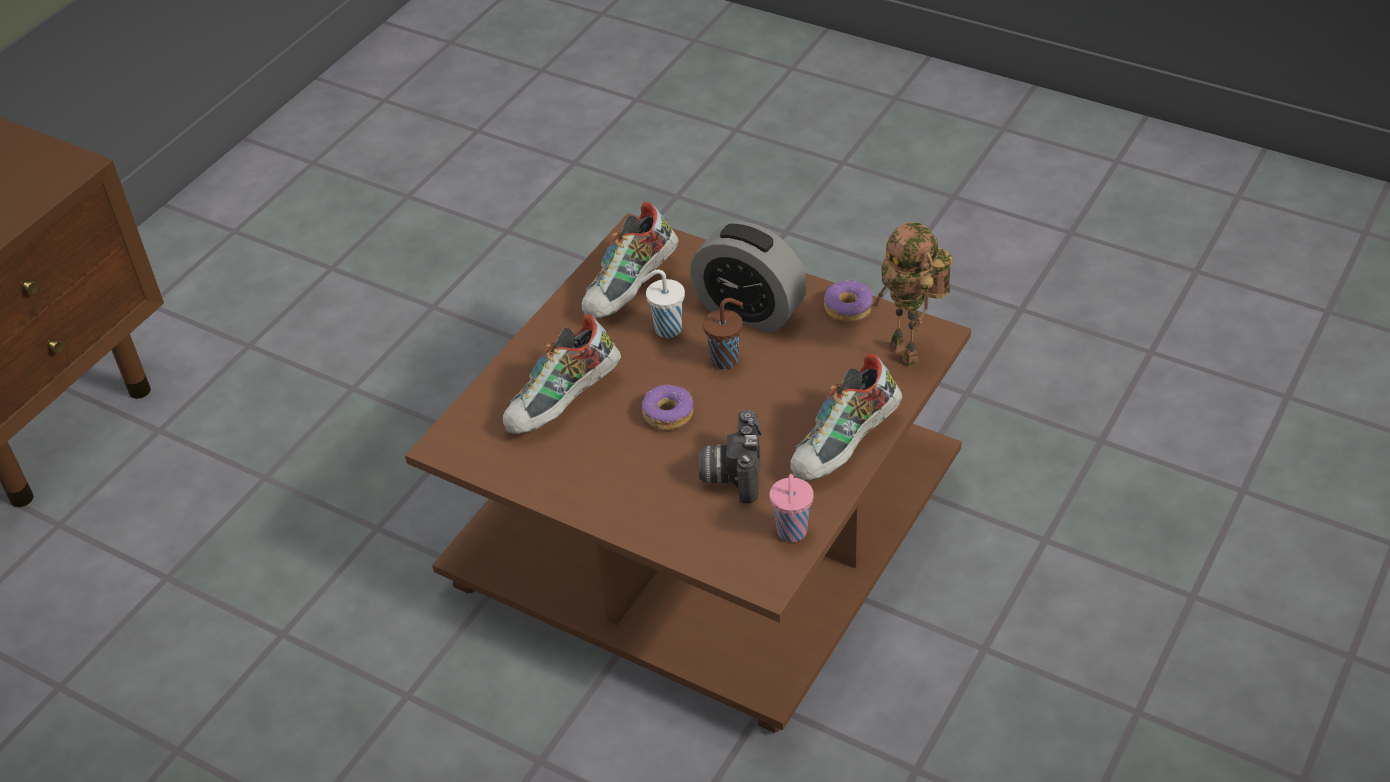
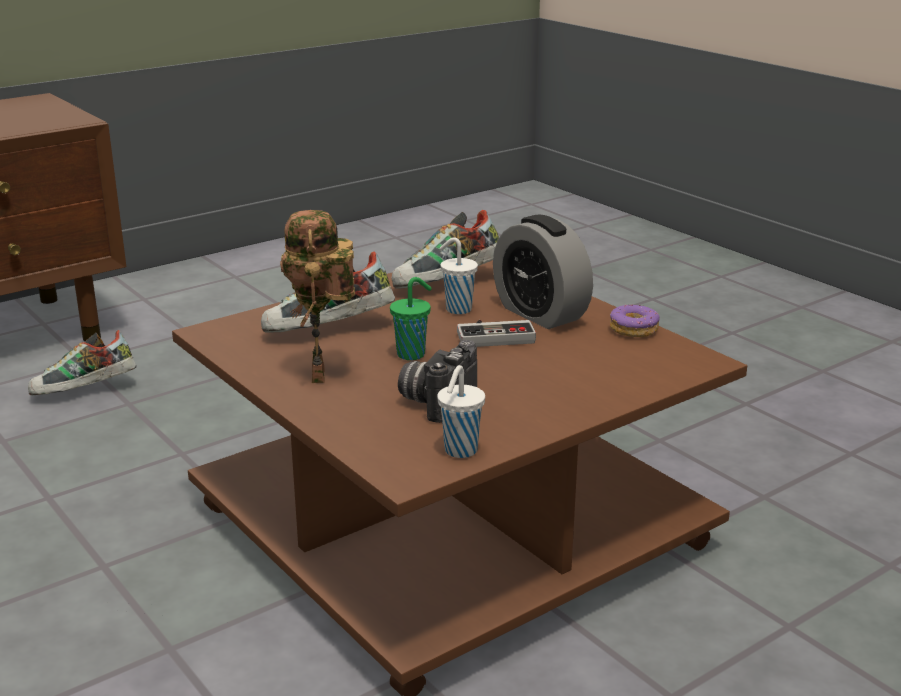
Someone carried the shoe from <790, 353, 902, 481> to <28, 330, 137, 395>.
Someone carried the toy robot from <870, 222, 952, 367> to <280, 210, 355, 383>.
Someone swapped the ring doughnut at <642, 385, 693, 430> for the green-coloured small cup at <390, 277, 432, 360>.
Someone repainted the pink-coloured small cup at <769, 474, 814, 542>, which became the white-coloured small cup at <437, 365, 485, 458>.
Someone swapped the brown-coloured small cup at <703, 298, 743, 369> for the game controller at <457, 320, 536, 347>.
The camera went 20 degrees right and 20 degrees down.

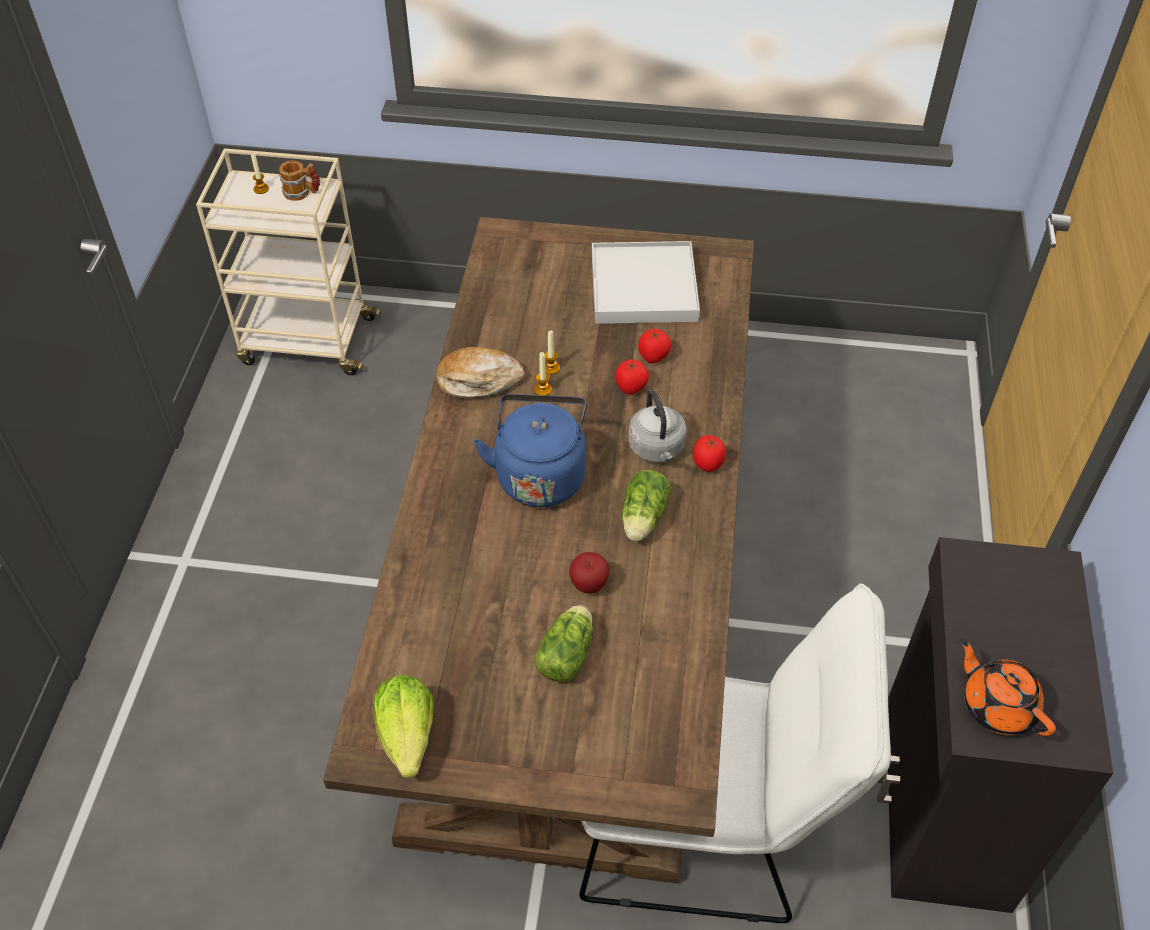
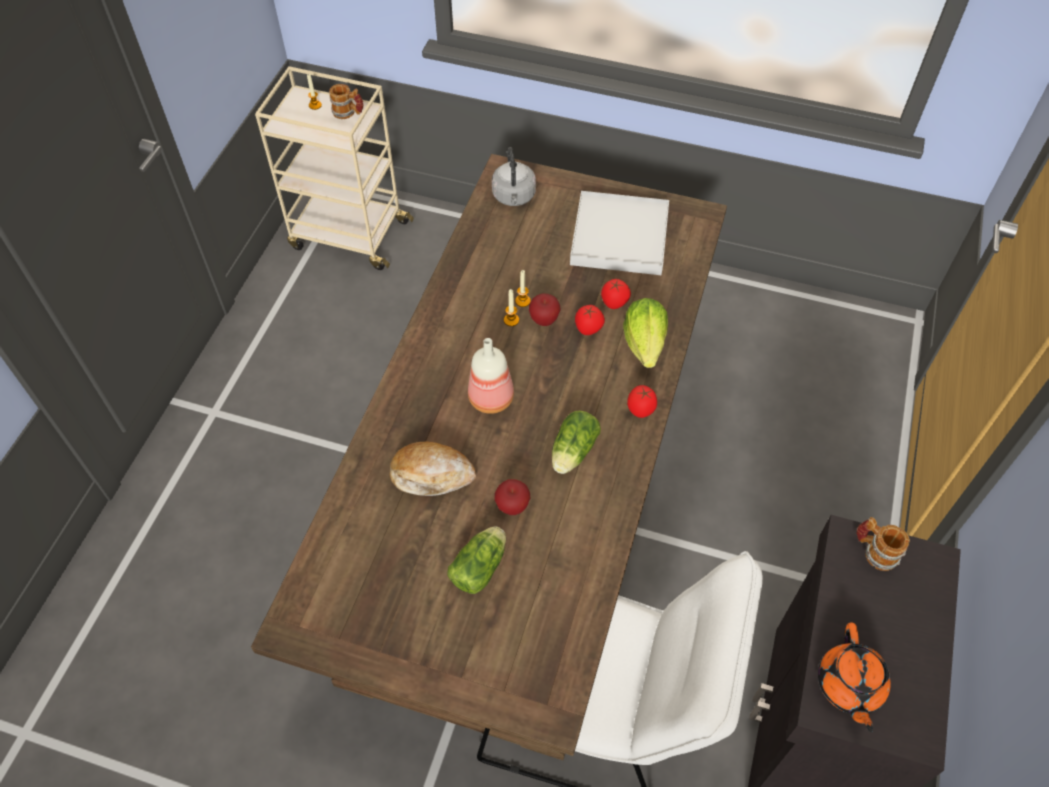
Someone carried the baked bread from <436, 347, 525, 398> to <389, 441, 476, 496>.
Someone swapped the blue kettle at <474, 394, 587, 507> for the bottle at <468, 338, 514, 414>.
Someone carried the gray kettle from <628, 390, 687, 463> to <492, 147, 536, 206>.
Someone put down the whole apple at <529, 293, 560, 326>.
Someone carried the lettuce from <373, 675, 434, 778> to <623, 298, 668, 368>.
Someone rotated the orange tea pot at <960, 638, 1056, 736> by 150 degrees counterclockwise.
Someone put down the coffee mug at <856, 517, 910, 571>.
The camera went 10 degrees right and 5 degrees up.

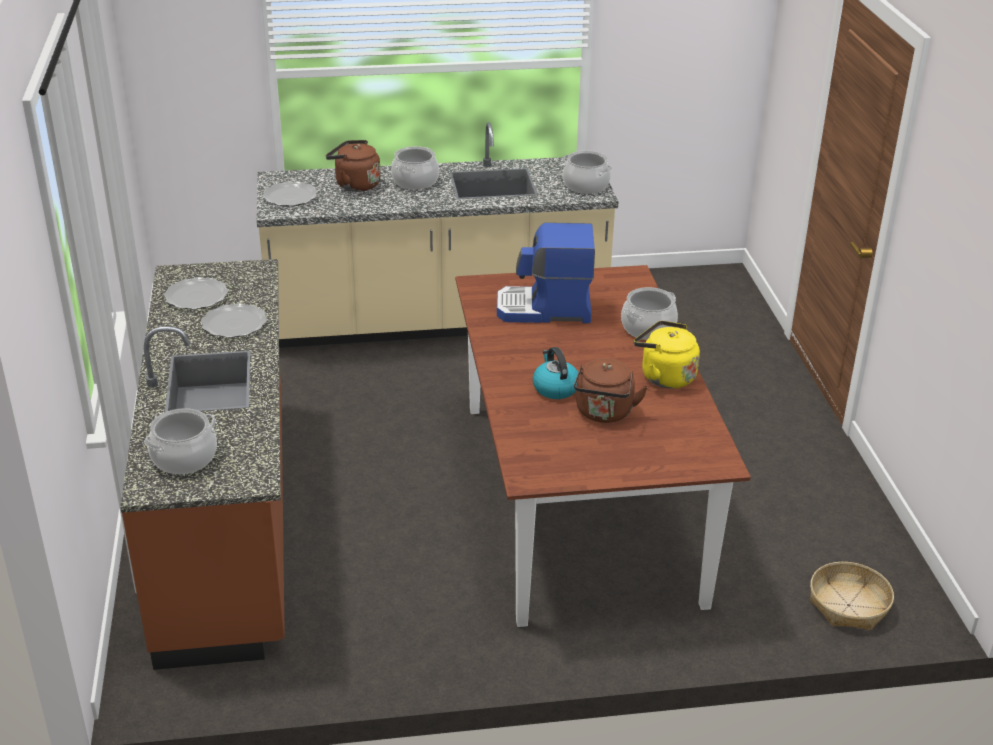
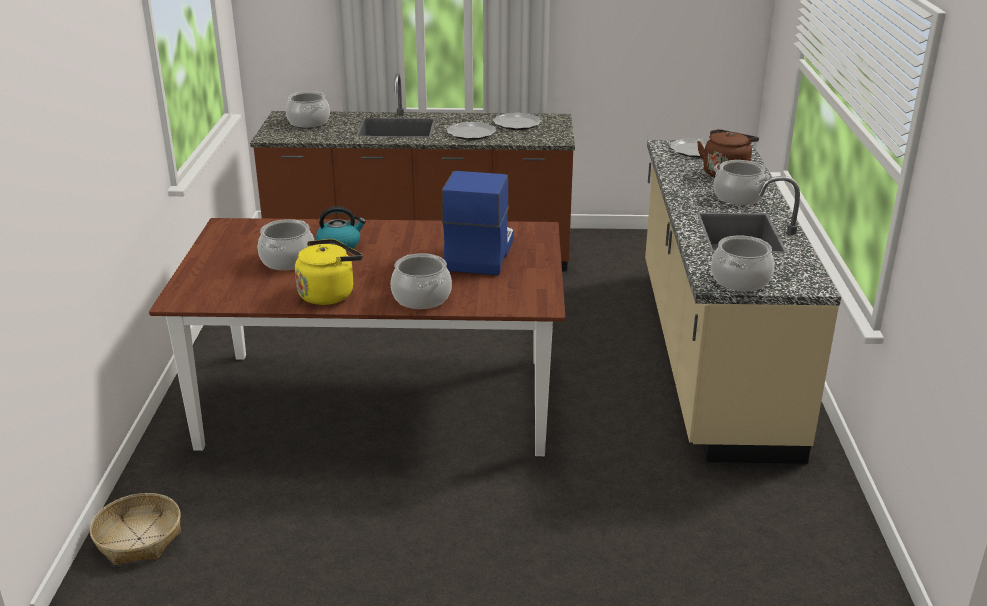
Someone swapped the brown-coloured kettle at <574, 358, 648, 423> for the stockpot at <258, 219, 314, 270>.
The camera went 100 degrees right and 5 degrees down.

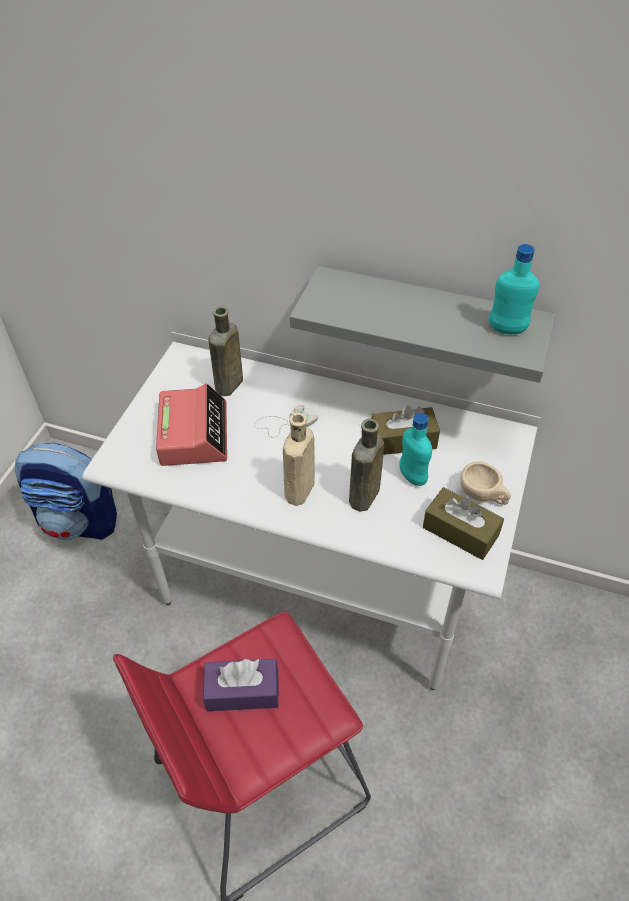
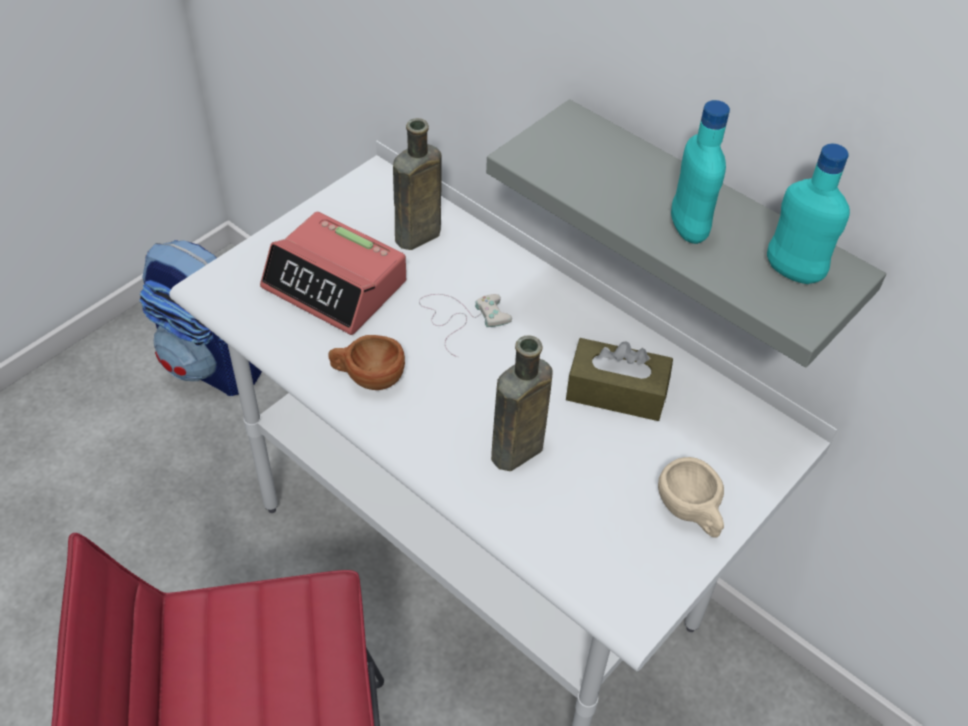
Someone rotated the bedside clock at <156, 384, 227, 466> by 105 degrees clockwise.
Someone put down the brown-coloured small cup at <328, 335, 405, 390>.
Someone carried the turquoise-coloured bottle from <400, 413, 432, 486> to <671, 100, 730, 244>.
Someone took away the purple-coloured tissue box at <203, 659, 279, 711>.
Someone took away the beige-coloured bottle at <283, 413, 315, 506>.
Someone took away the brown-coloured tissue box at <423, 487, 504, 560>.
The camera went 20 degrees right and 0 degrees up.

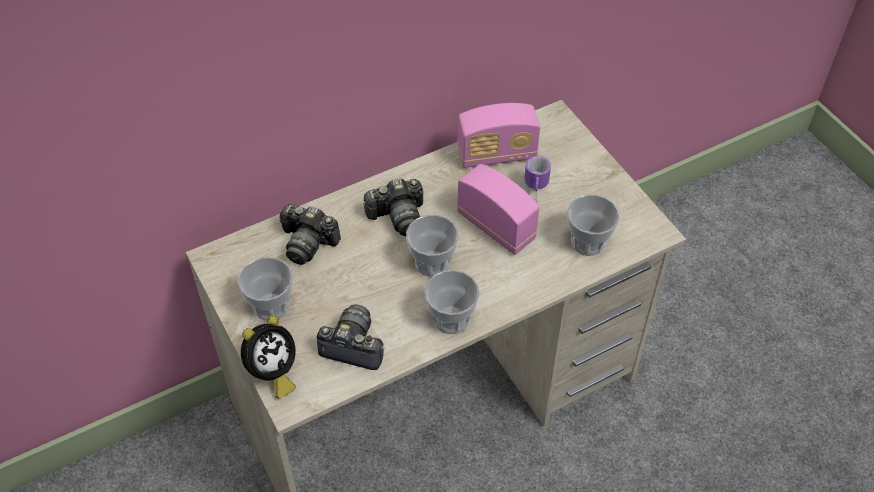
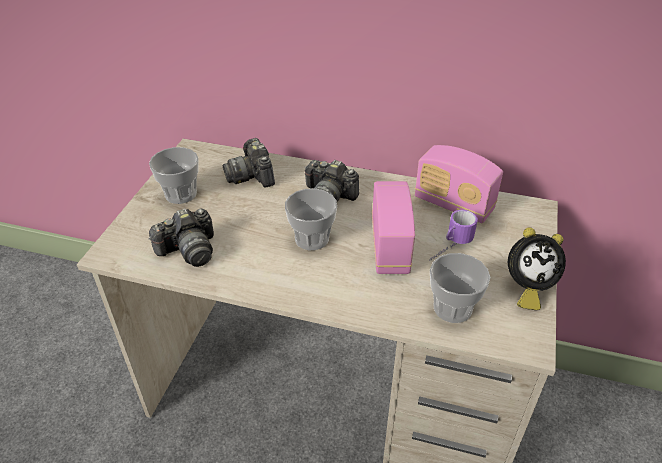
Someone rotated the photo camera at <317, 305, 384, 370> by 90 degrees clockwise.
Someone carried the bedside clock from <241, 316, 296, 398> to <508, 227, 566, 310>.
Someone took away the small cup at <424, 270, 480, 334>.
The camera went 45 degrees right and 10 degrees down.

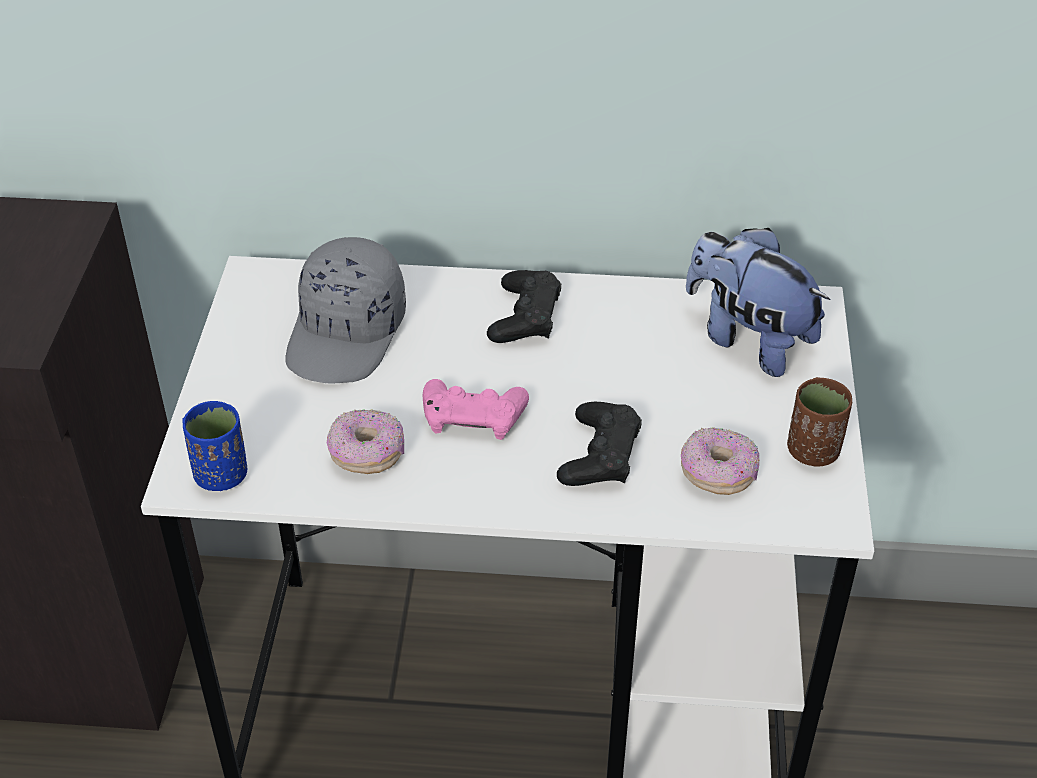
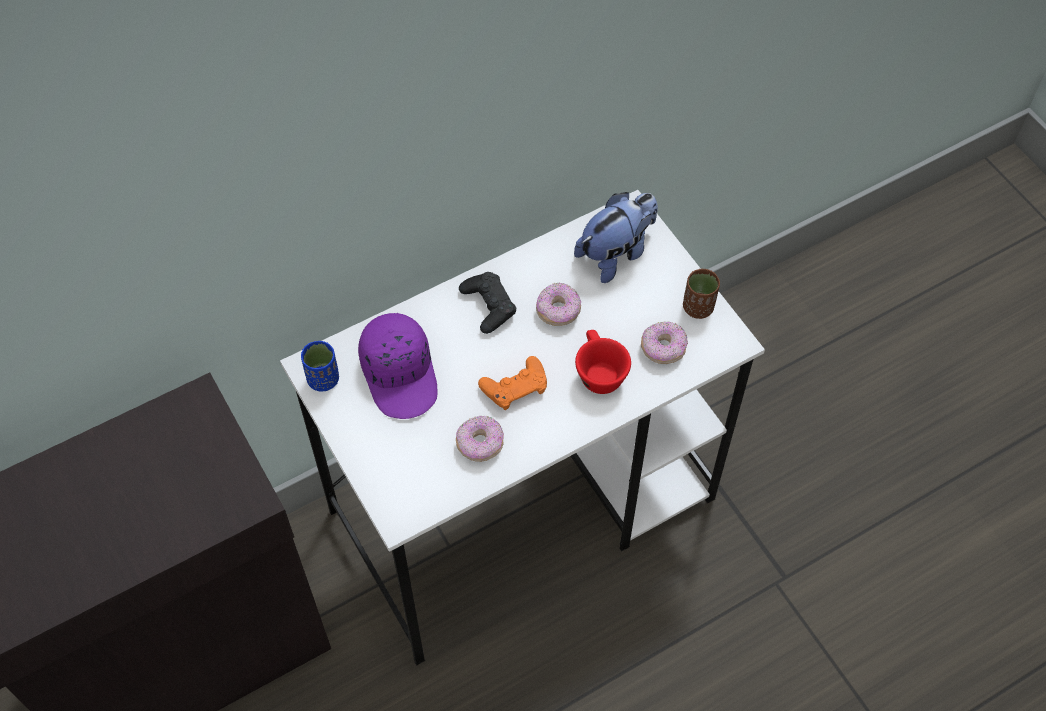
Someone carried the blue small cup from <182, 401, 247, 491> to <301, 341, 339, 392>.
Someone repainted the gray cap at <285, 237, 406, 383>, which became the purple-coloured cap at <358, 313, 438, 419>.
Someone repainted the pink-coloured game controller at <423, 379, 529, 440>, which became the orange game controller at <478, 356, 547, 410>.
Someone put down the ring doughnut at <536, 282, 581, 326>.
Someone rotated the plush toy at <686, 228, 830, 377> by 135 degrees clockwise.
Someone swapped the blackish game controller at <557, 402, 642, 486> for the reddish small cup at <575, 330, 631, 394>.
The camera went 35 degrees left and 15 degrees up.

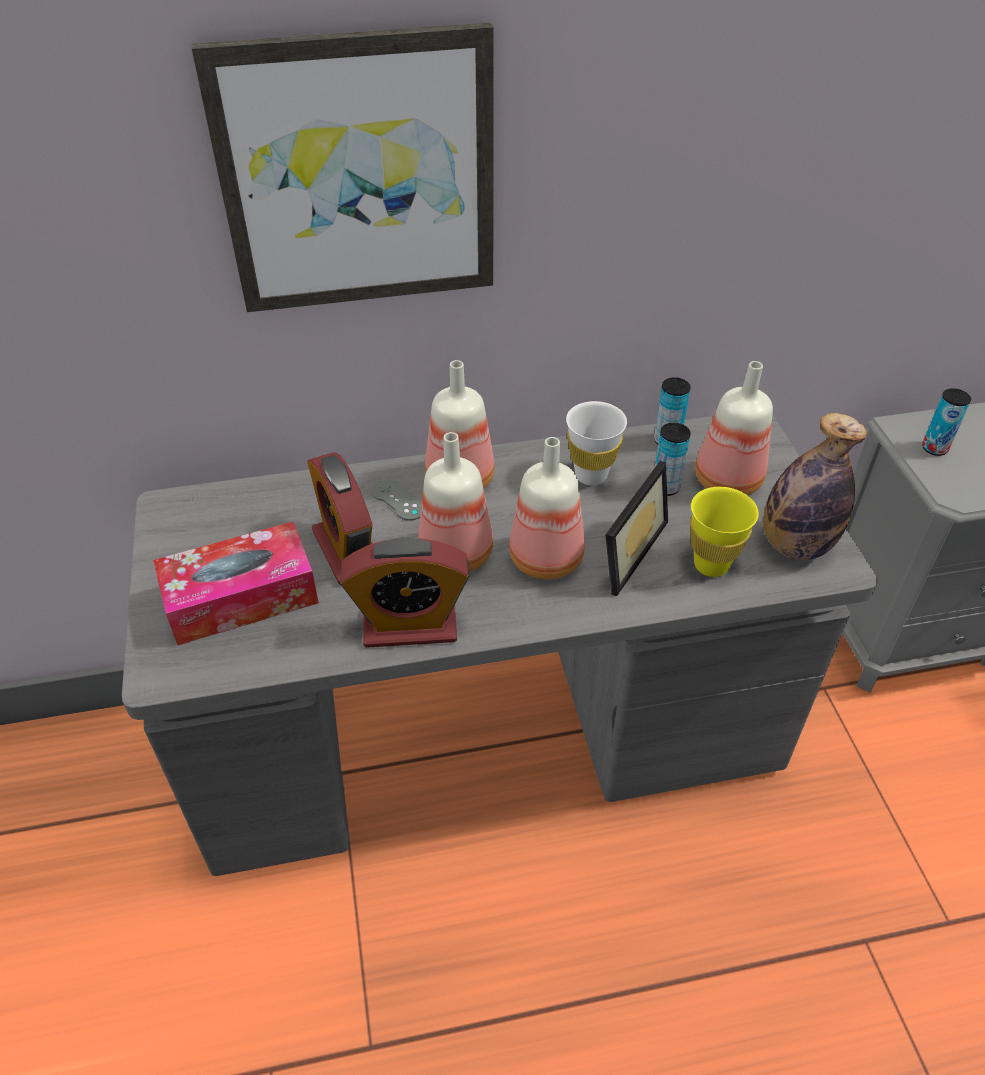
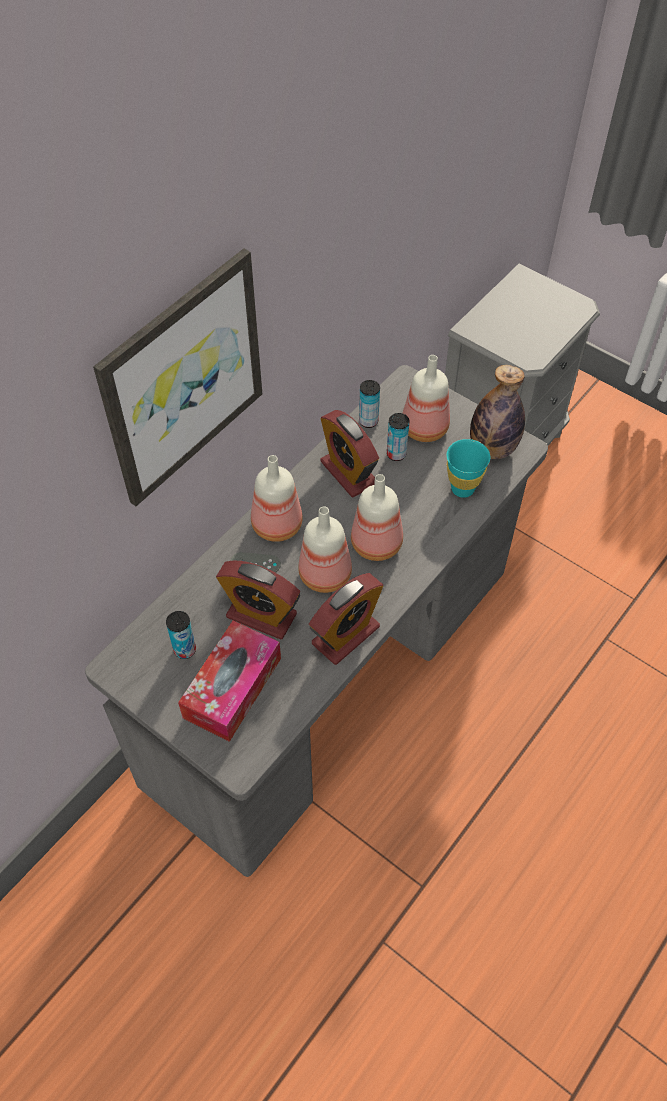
Someone carried the metal can from <922, 388, 971, 456> to <166, 611, 196, 659>.
Someone swapped the white-coloured small cup at <566, 401, 627, 485> for the bedside clock at <320, 410, 379, 497>.
Someone repainted the yellowish small cup at <690, 487, 759, 577>, which became the turquoise-coloured small cup at <446, 439, 490, 498>.
Someone took away the picture frame at <605, 461, 668, 596>.
The camera went 40 degrees left and 10 degrees up.

